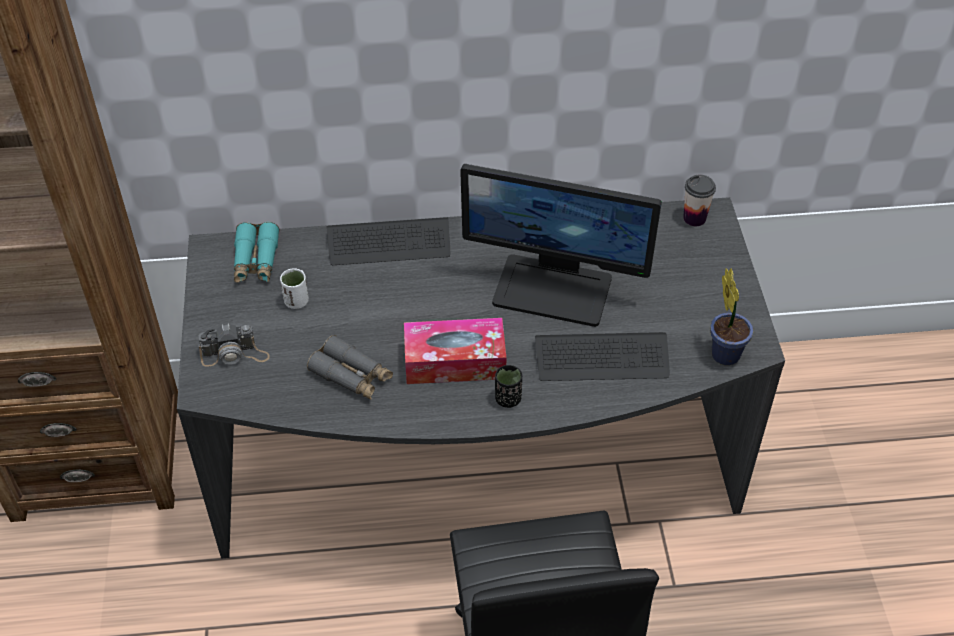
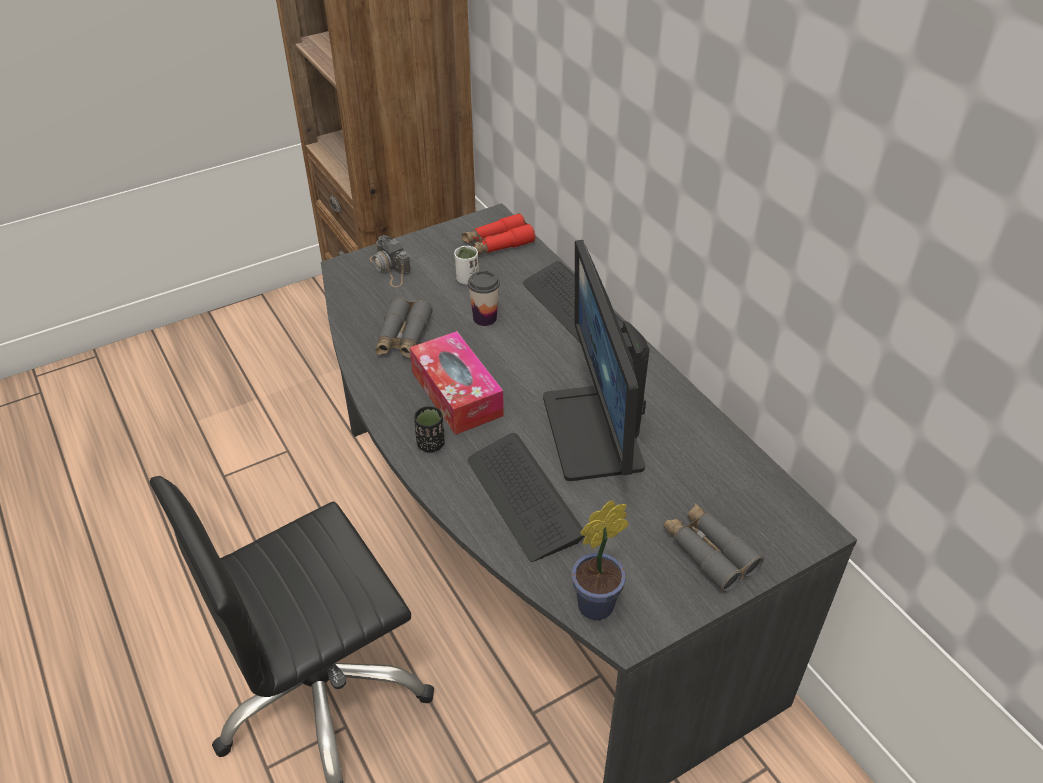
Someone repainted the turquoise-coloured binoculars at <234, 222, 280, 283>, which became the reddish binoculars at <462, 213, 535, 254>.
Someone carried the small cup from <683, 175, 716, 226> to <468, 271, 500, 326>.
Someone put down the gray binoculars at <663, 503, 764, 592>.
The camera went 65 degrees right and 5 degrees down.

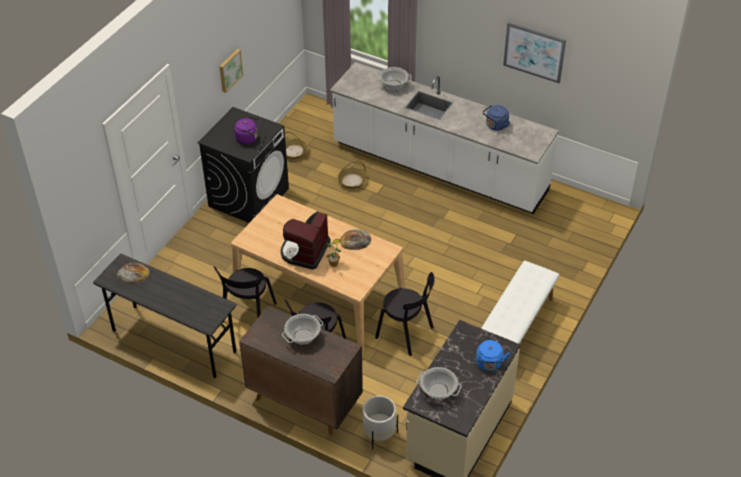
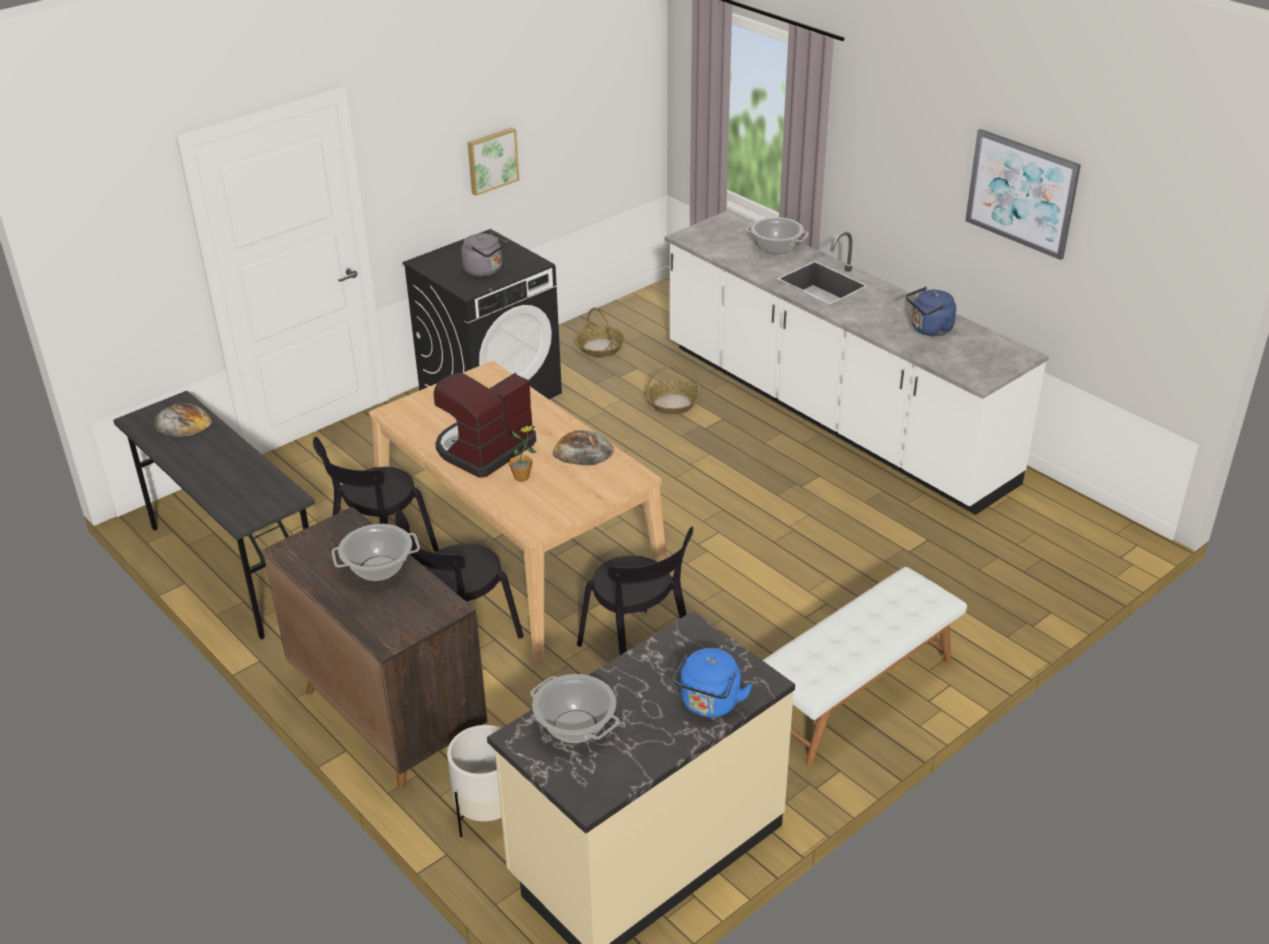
Someone repainted the purple-coloured kettle at <234, 117, 260, 144>, which became the gray kettle at <461, 231, 509, 277>.
The camera went 20 degrees right and 10 degrees down.

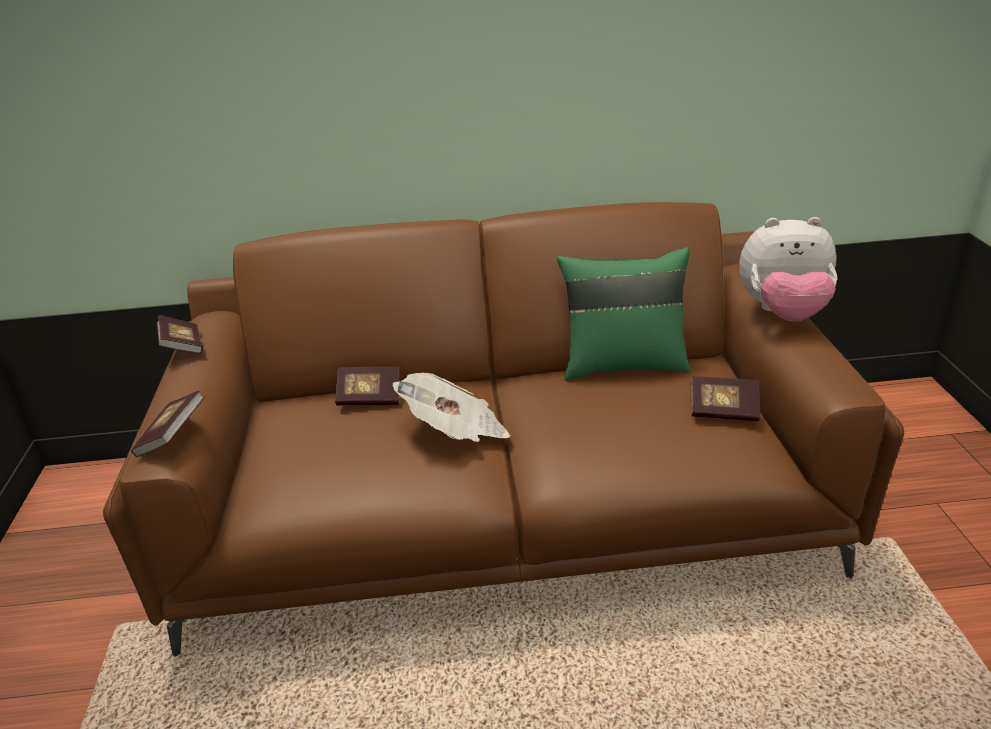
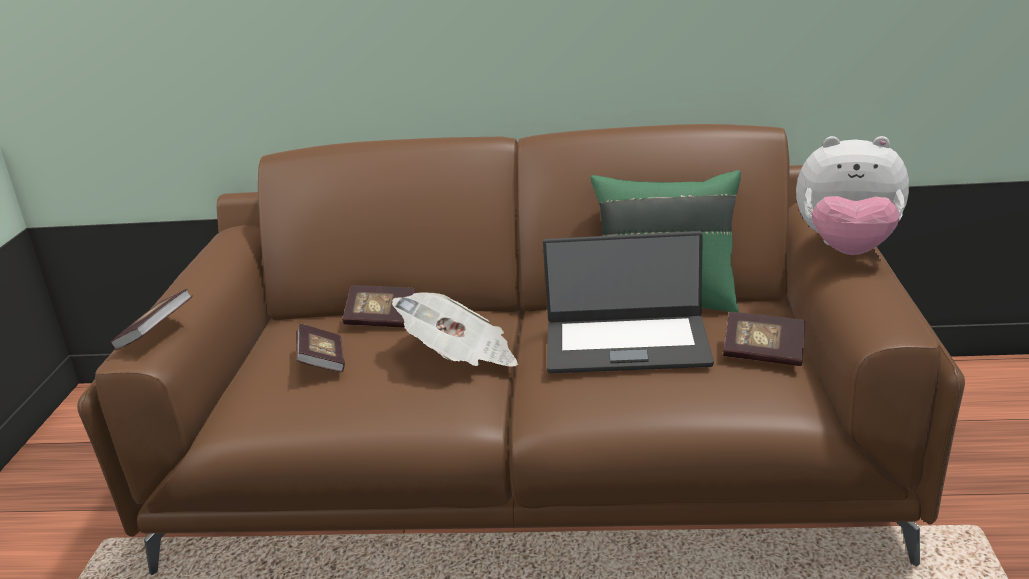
Someone carried the volume from <157, 315, 203, 354> to <296, 323, 345, 373>.
Someone put down the notebook computer at <543, 231, 714, 373>.
The camera went 10 degrees right and 5 degrees down.

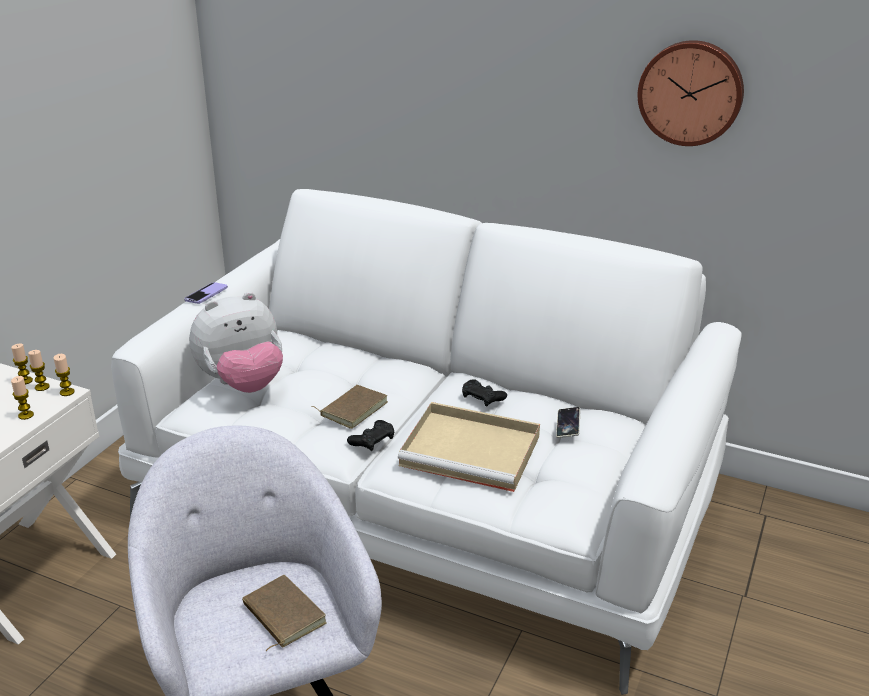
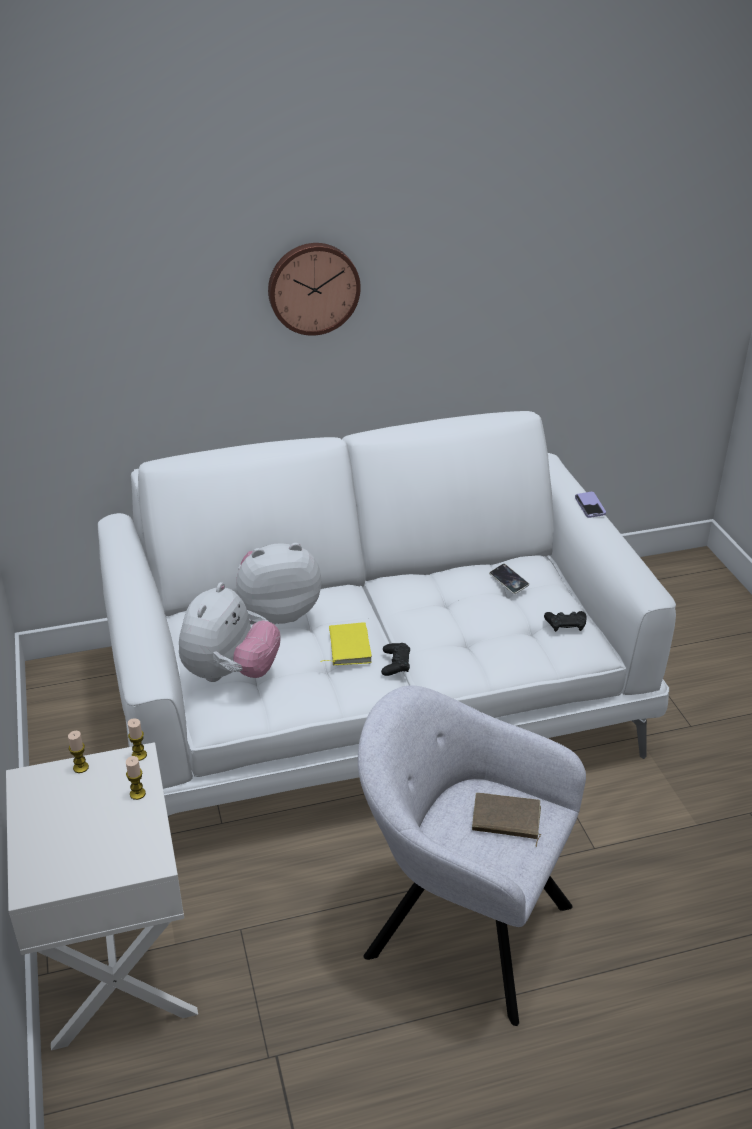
Someone put down the plush toy at <236, 543, 322, 625>.
Someone carried the hanging clock from <638, 40, 744, 146> to <268, 243, 361, 336>.
Someone repainted the brown-coloured volume at <311, 385, 388, 429>, which became the yellowish volume at <320, 622, 372, 665>.
Someone carried the blackish game controller from <462, 379, 507, 407> to <544, 611, 587, 632>.
Someone carried the handset from <184, 282, 228, 304> to <575, 492, 606, 518>.
Someone took away the wax light at <28, 350, 50, 391>.
Someone took away the beige-coloured tray at <398, 402, 540, 492>.
The camera went 40 degrees left and 5 degrees up.

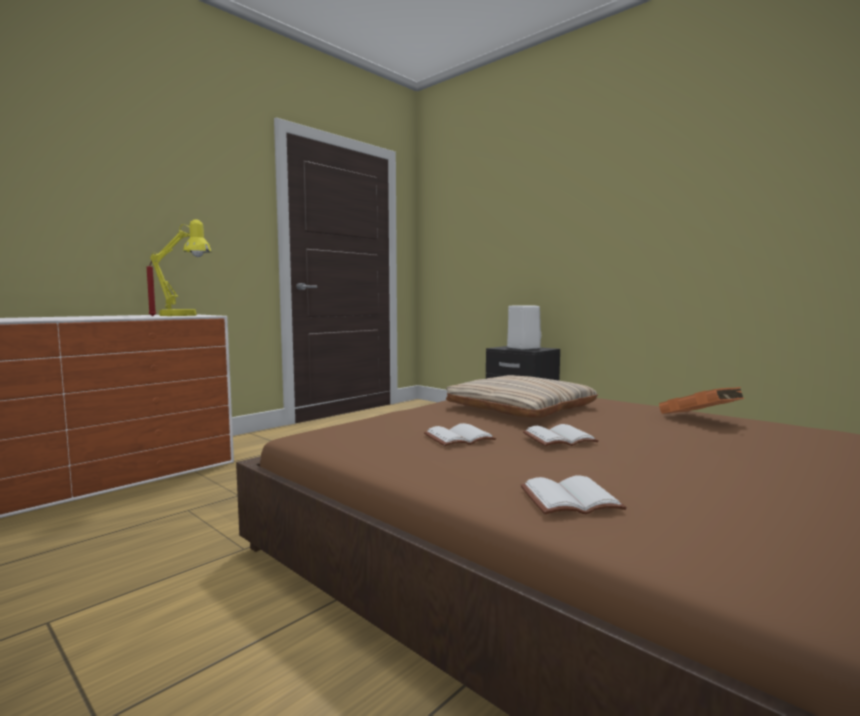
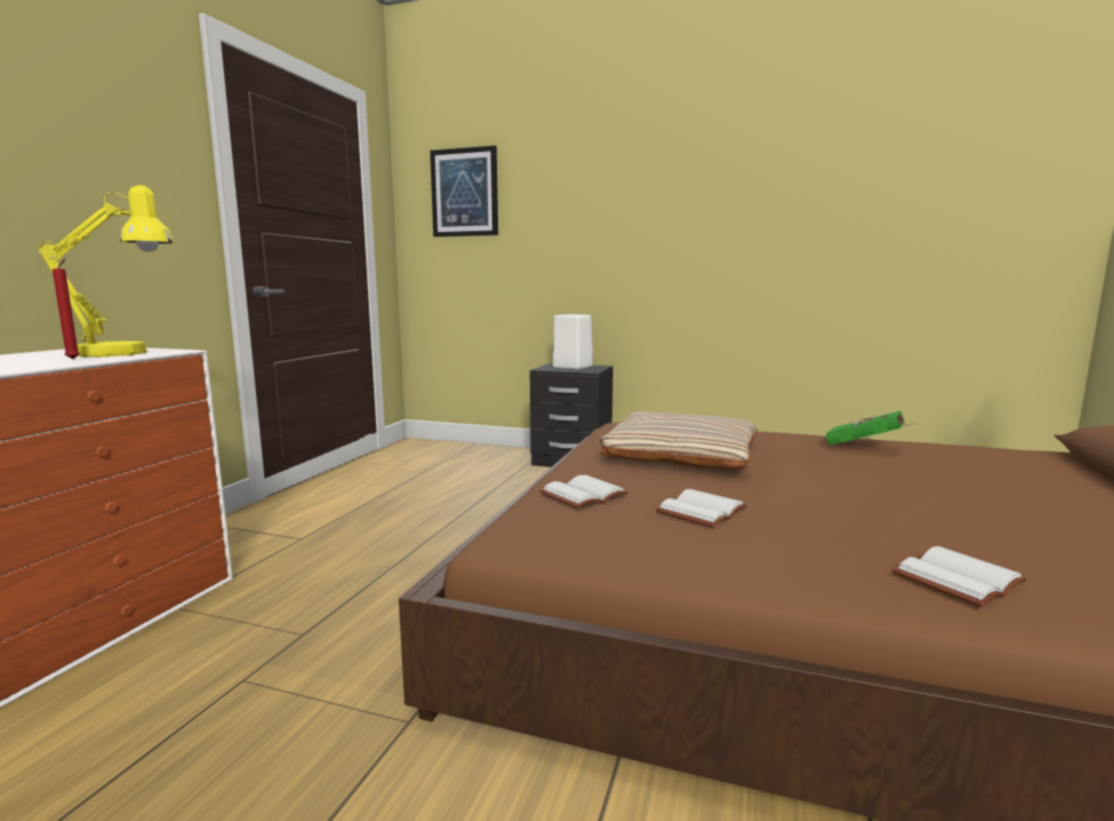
Someone put up the wall picture at <430, 146, 498, 237>.
Someone carried the white-coloured volume from <523, 424, 599, 446> to <540, 475, 628, 508>.
Someone repainted the orange volume at <659, 387, 744, 414>, which became the green-coloured volume at <826, 411, 916, 445>.
The camera went 25 degrees left and 5 degrees up.

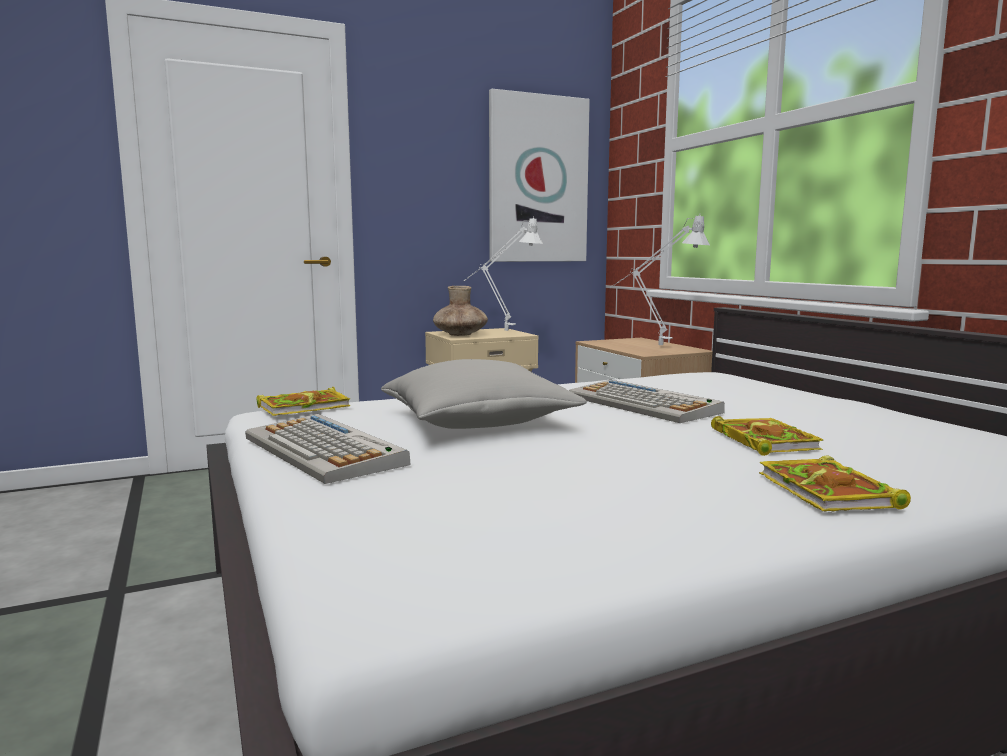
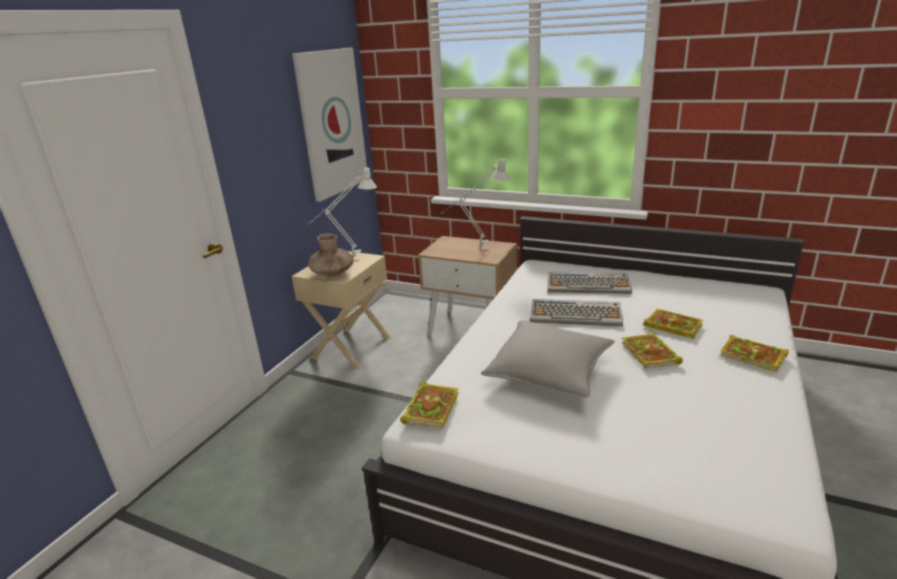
Someone carried the computer keyboard from <245, 414, 411, 484> to <548, 273, 632, 294>.
Someone put down the volume at <621, 332, 683, 369>.
The camera went 40 degrees left and 15 degrees up.

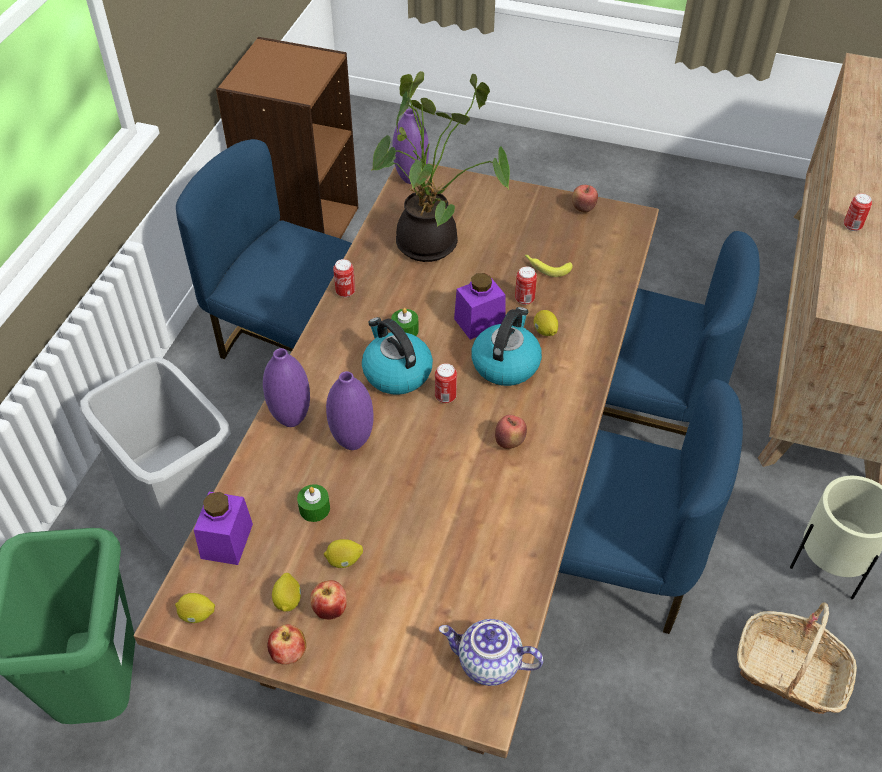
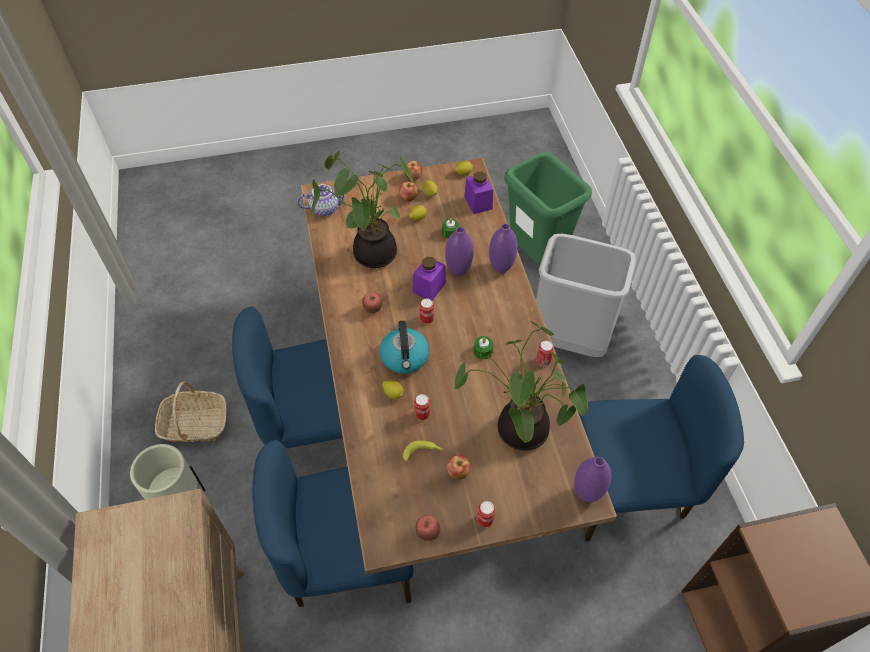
Someone put down the plant in a pot at <311, 151, 414, 268>.
Someone carried the purple-coloured storage jar from <454, 273, 506, 339> to <412, 257, 446, 300>.
Someone put down the whole apple at <447, 455, 471, 479>.
Someone carried the metal can from <844, 193, 872, 231> to <477, 501, 496, 527>.
Someone took away the kettle at <362, 317, 433, 395>.
The camera went 150 degrees right and 5 degrees up.

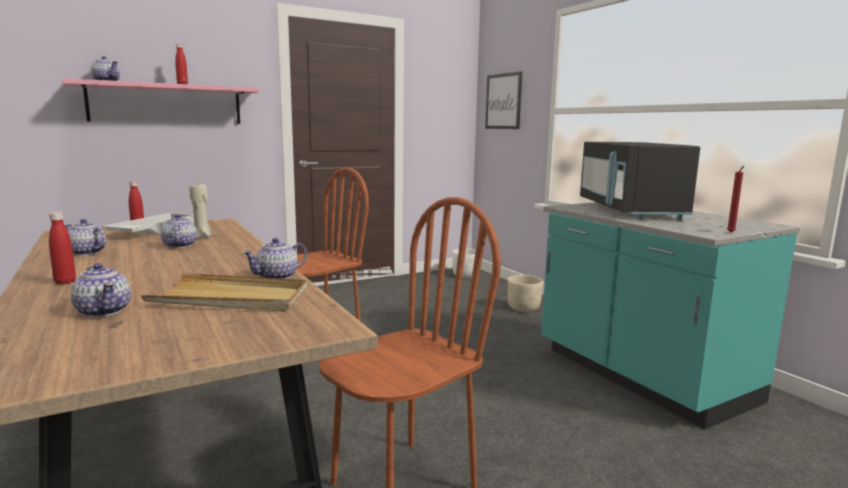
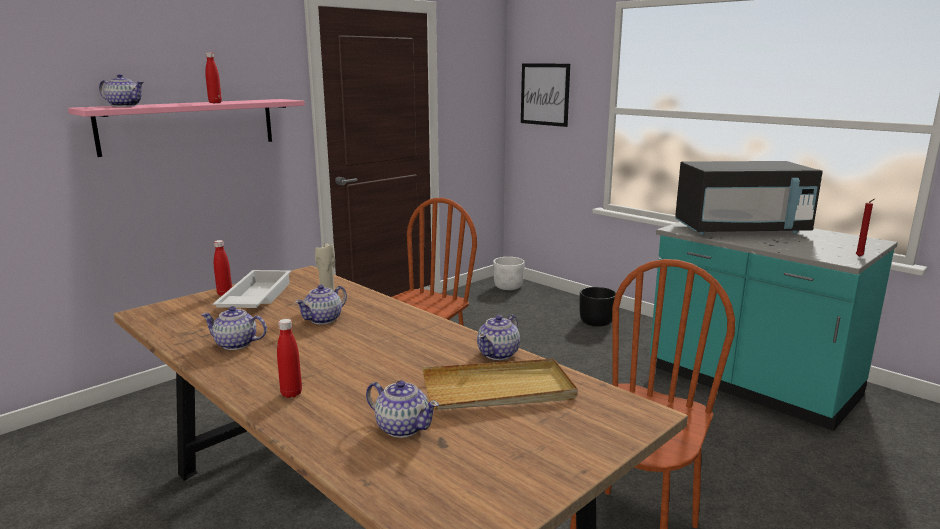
Someone rotated the tea pot at <161, 214, 197, 248> by 105 degrees counterclockwise.
Someone repainted the beige-coloured planter at <508, 275, 543, 312>, which became the blackish planter at <580, 287, 616, 327>.
Someone rotated the blackish microwave at <580, 142, 700, 220> by 75 degrees counterclockwise.
The camera went 15 degrees left and 5 degrees up.

